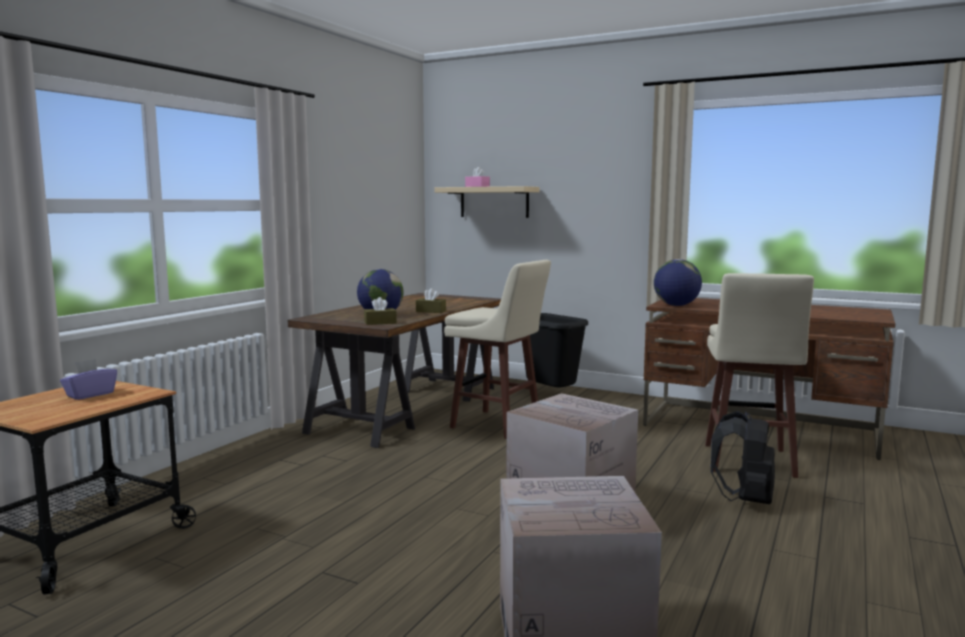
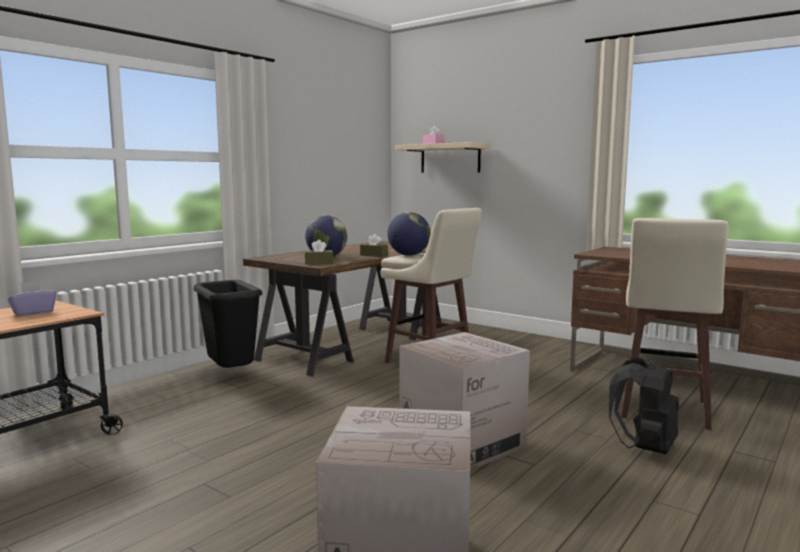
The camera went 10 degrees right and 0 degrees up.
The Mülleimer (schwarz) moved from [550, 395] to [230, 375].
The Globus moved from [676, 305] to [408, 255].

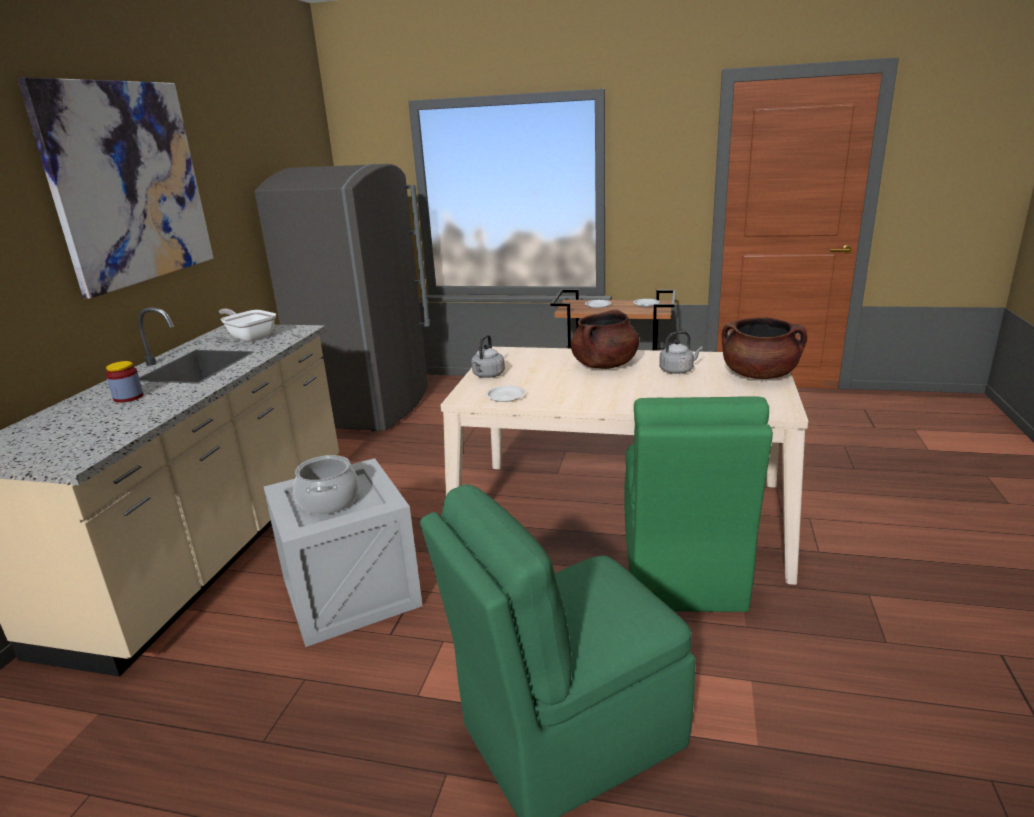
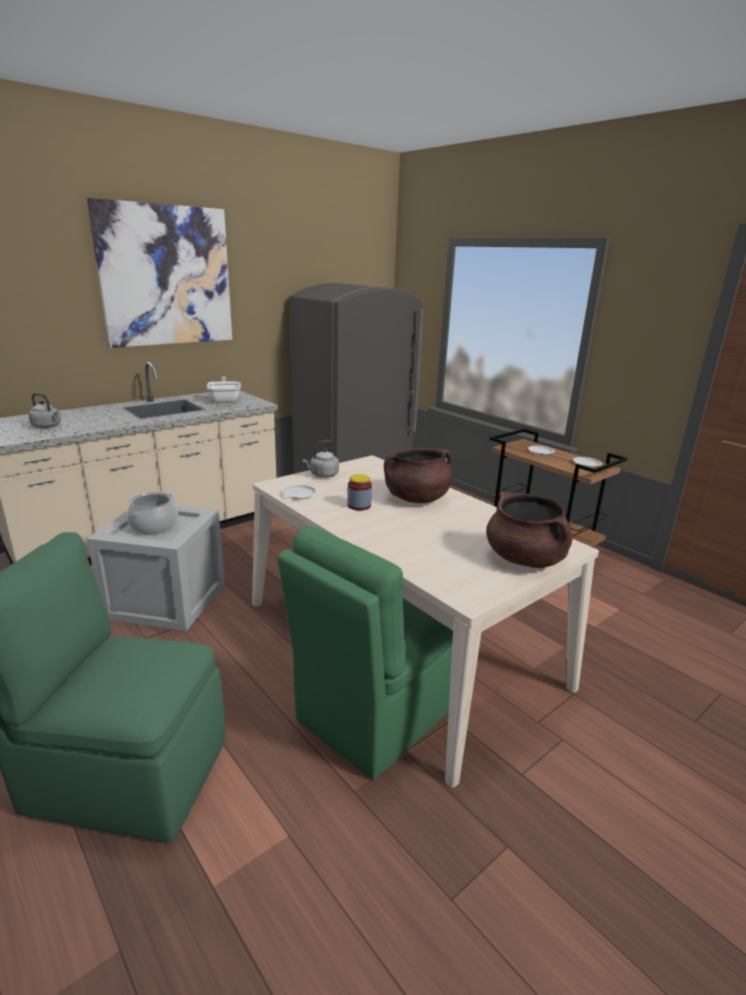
The camera went 35 degrees right and 0 degrees up.
The Vorratsglas moved from [128, 397] to [359, 505].
The Wasserkessel (grau) moved from [678, 370] to [47, 426].

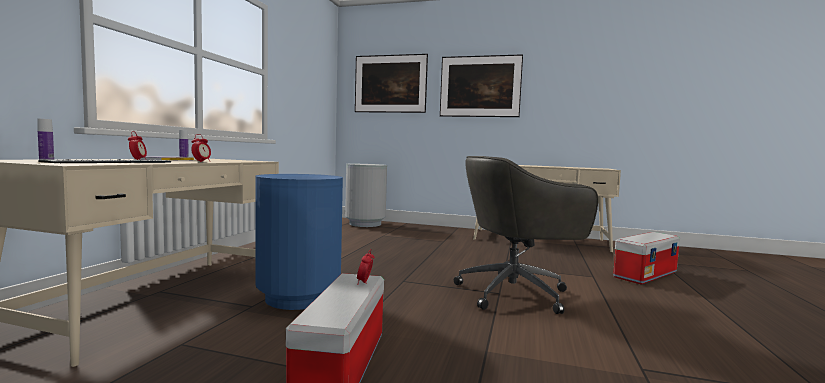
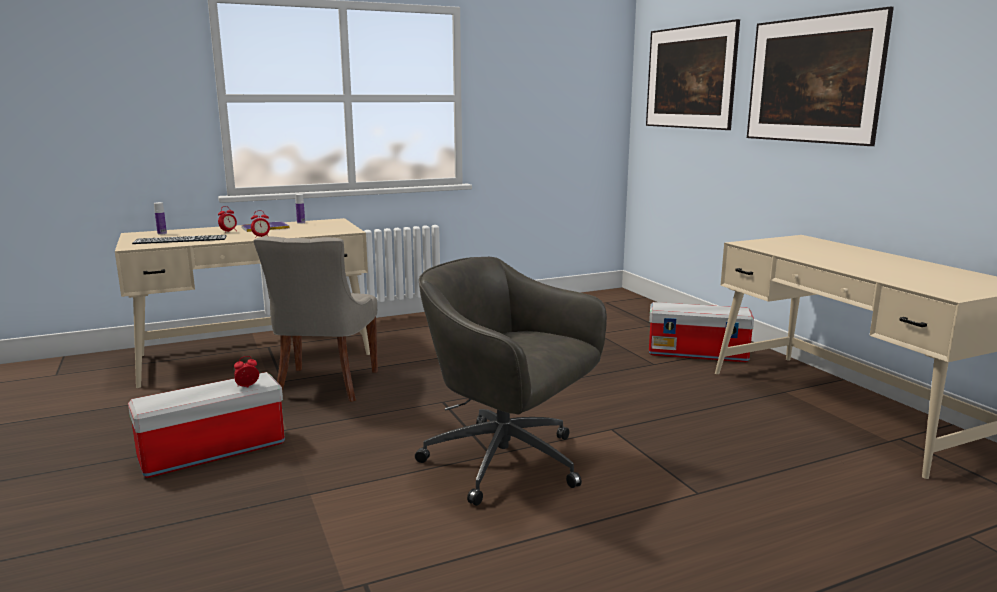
The camera went 50 degrees right and 10 degrees up.
The Mülleimer (blau) at [299, 297] was replaced by the Stuhl (grau) at [325, 385].
The Mülleimer (grau) at [365, 224] disappeared.
The Aufbewahrungsbox moved from [645, 274] to [698, 353].

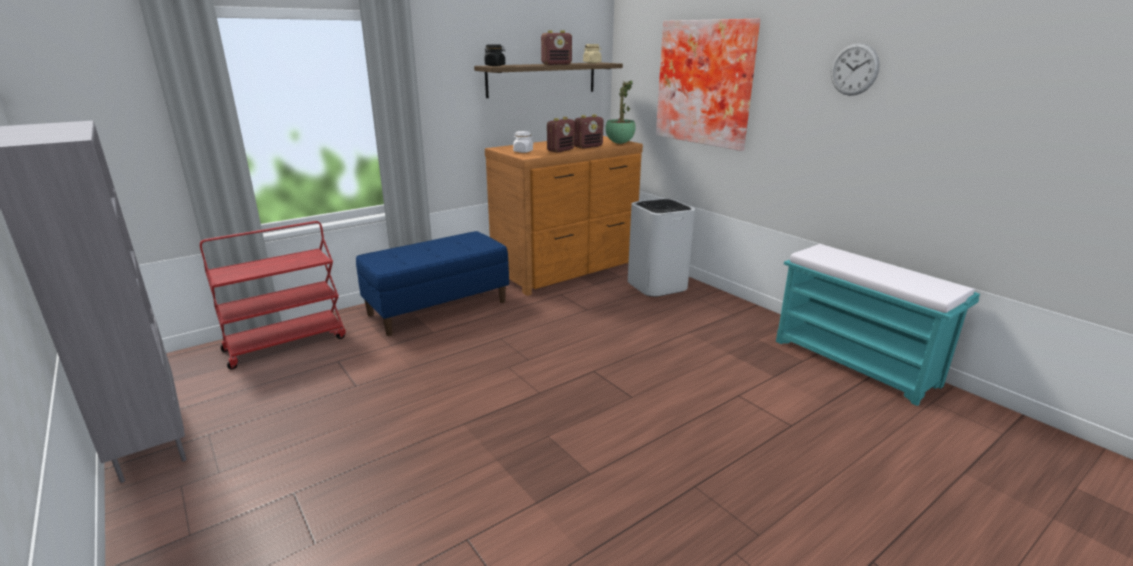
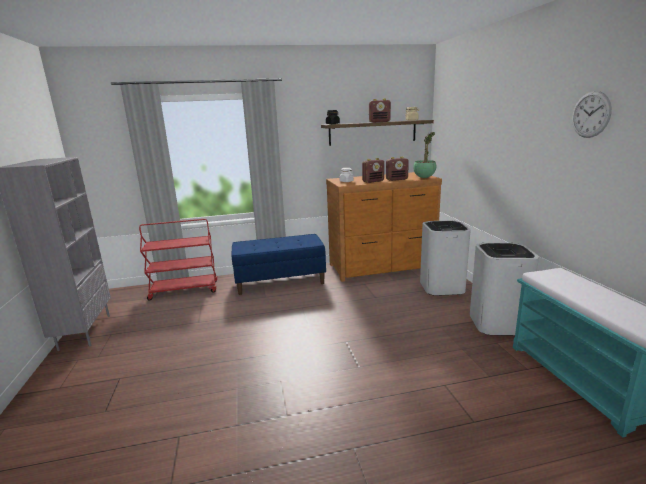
The camera went 25 degrees right and 5 degrees down.
The Bild at [706, 83] disappeared.
The Mülleimer (weiß) at [497, 323] appeared.

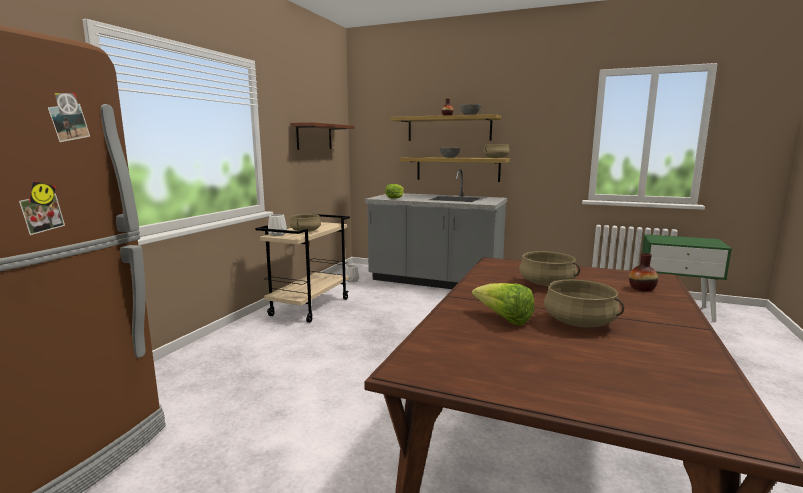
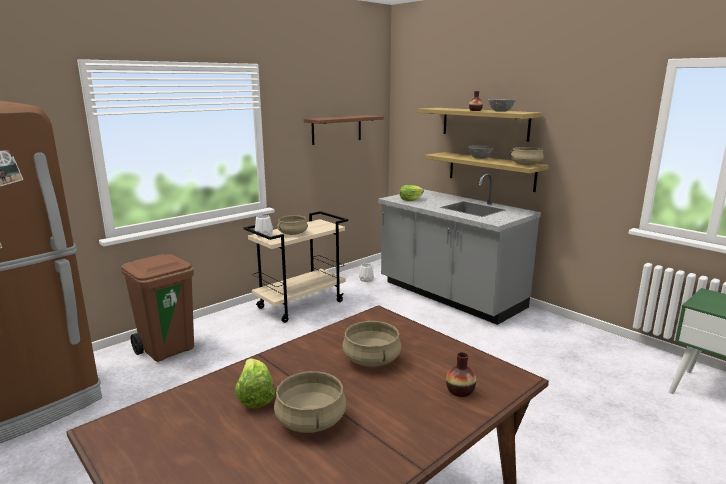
The camera went 25 degrees right and 5 degrees up.
The Mülleimer (braun) at [168, 349] appeared.

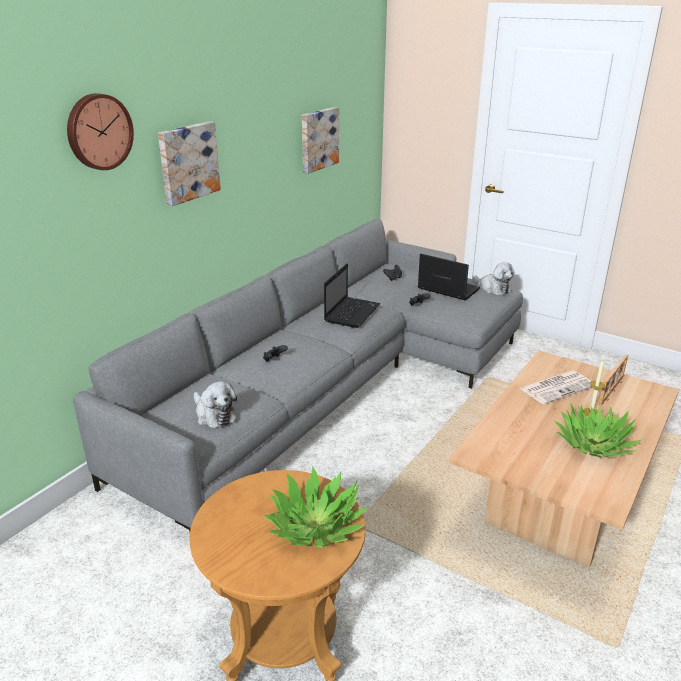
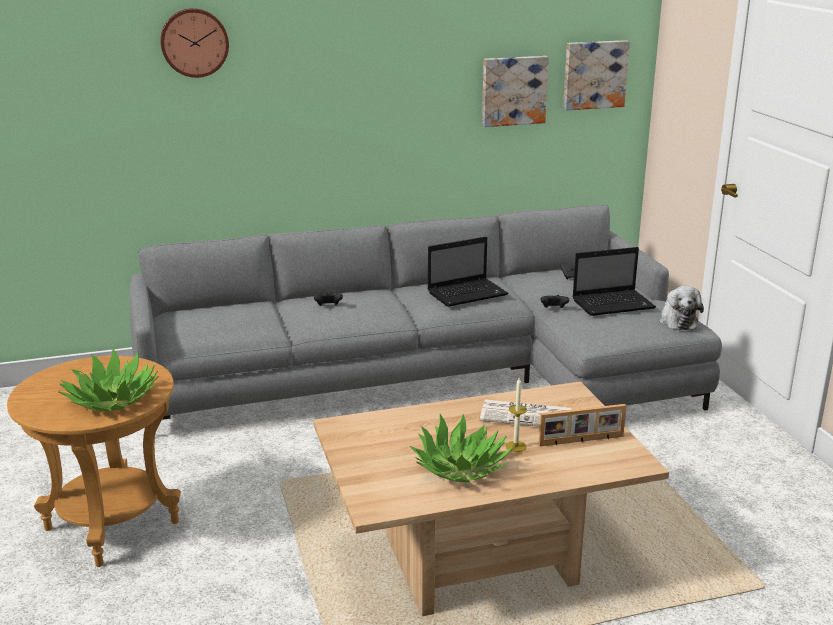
The camera went 40 degrees right and 5 degrees down.
The Bild moved from [187, 162] to [594, 74].
The Plüschtier at [214, 415] disappeared.
The Laptop at [446, 289] turned 90 degrees clockwise.

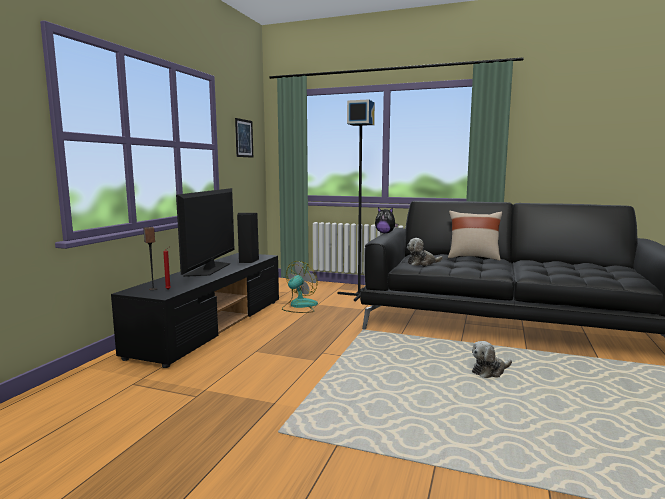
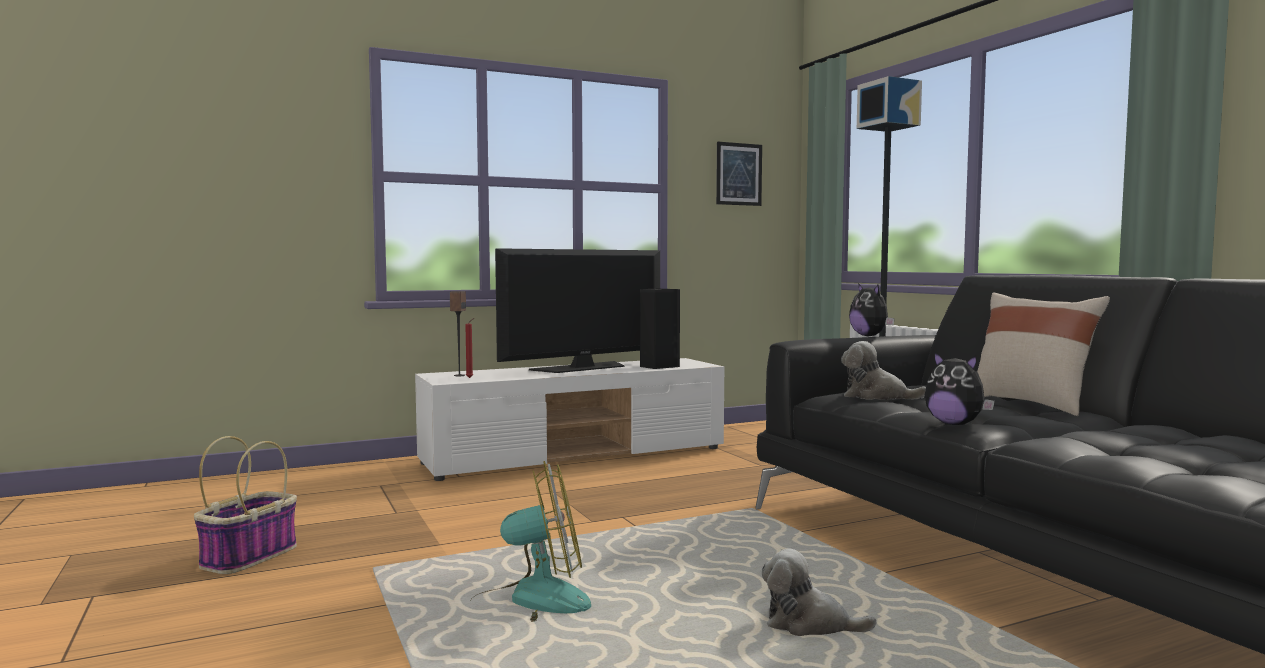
The camera went 45 degrees right and 5 degrees down.
The Fernsehschrank (schwarz) at [212, 326] became the Fernsehschrank (weiß) at [577, 455].
The Ventilator moved from [299, 306] to [530, 603].
The Korb at [249, 556] appeared.
The Plüschtier at [955, 424] appeared.

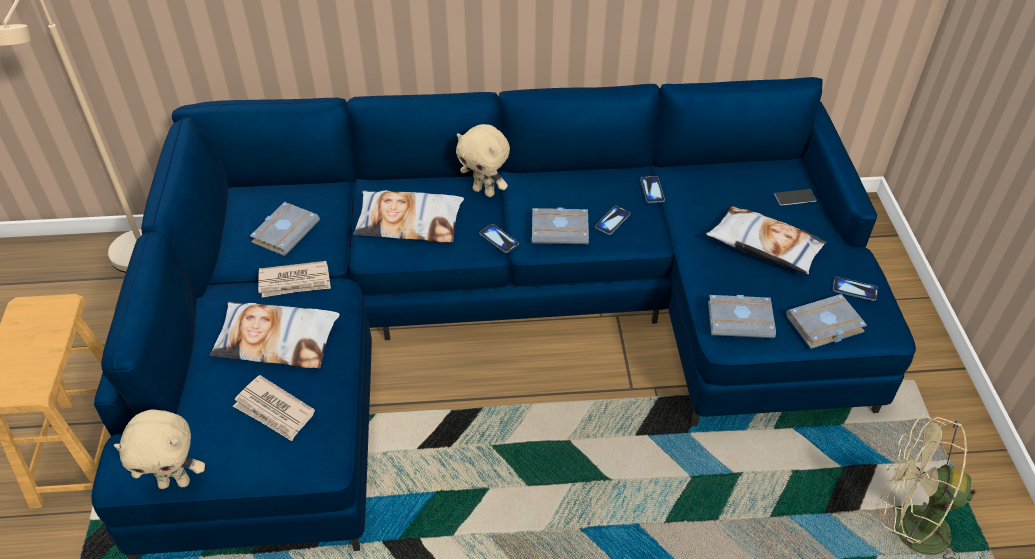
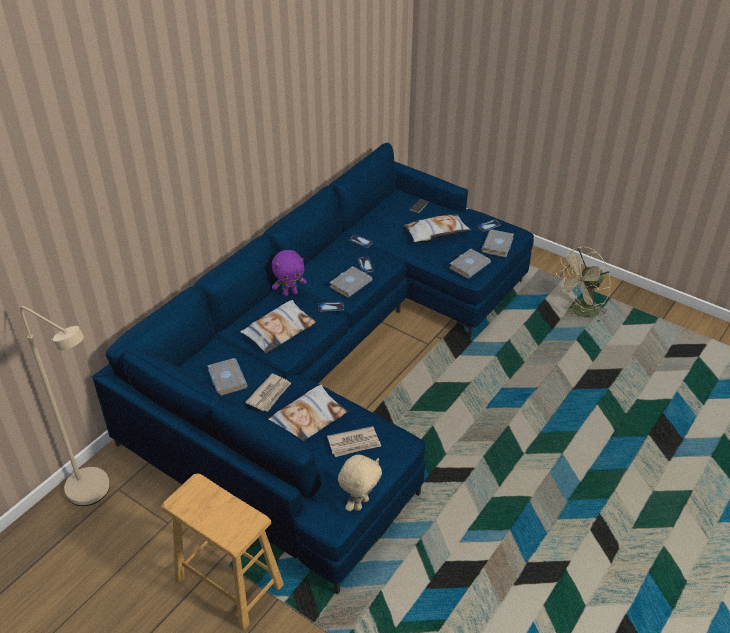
The camera went 50 degrees left and 5 degrees down.
The Plüschtier (beige) at [484, 191] became the Plüschtier (lila) at [290, 293].

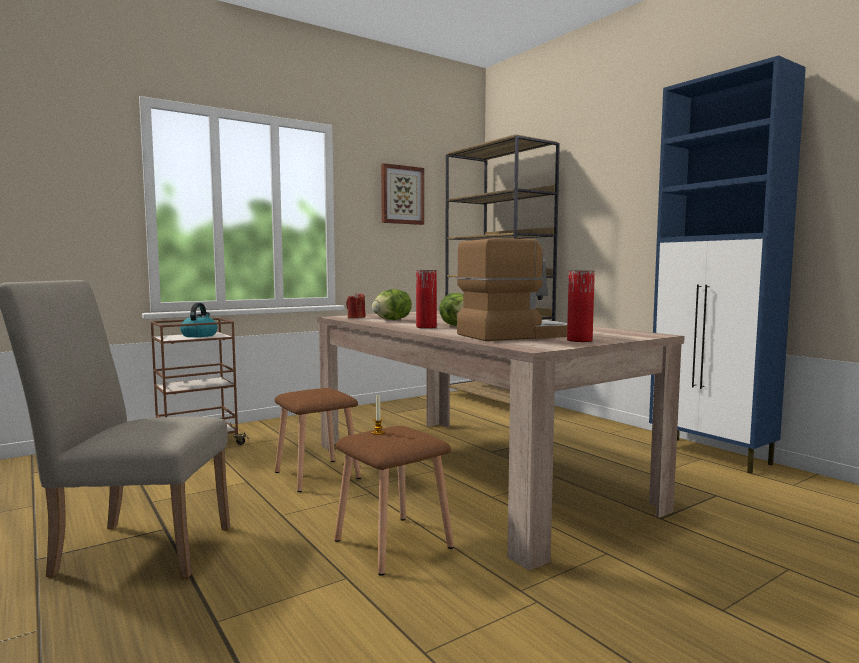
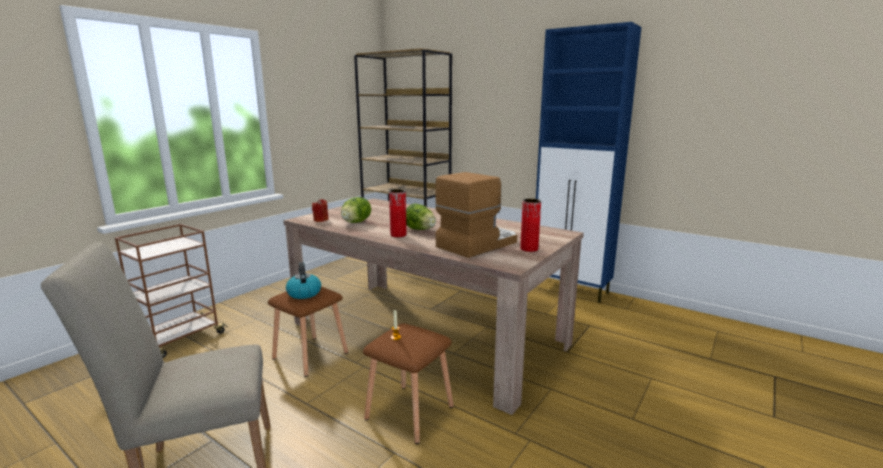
The camera went 20 degrees left and 10 degrees up.
The Wasserkessel moved from [199, 335] to [304, 293].
The Bild at [402, 195] disappeared.

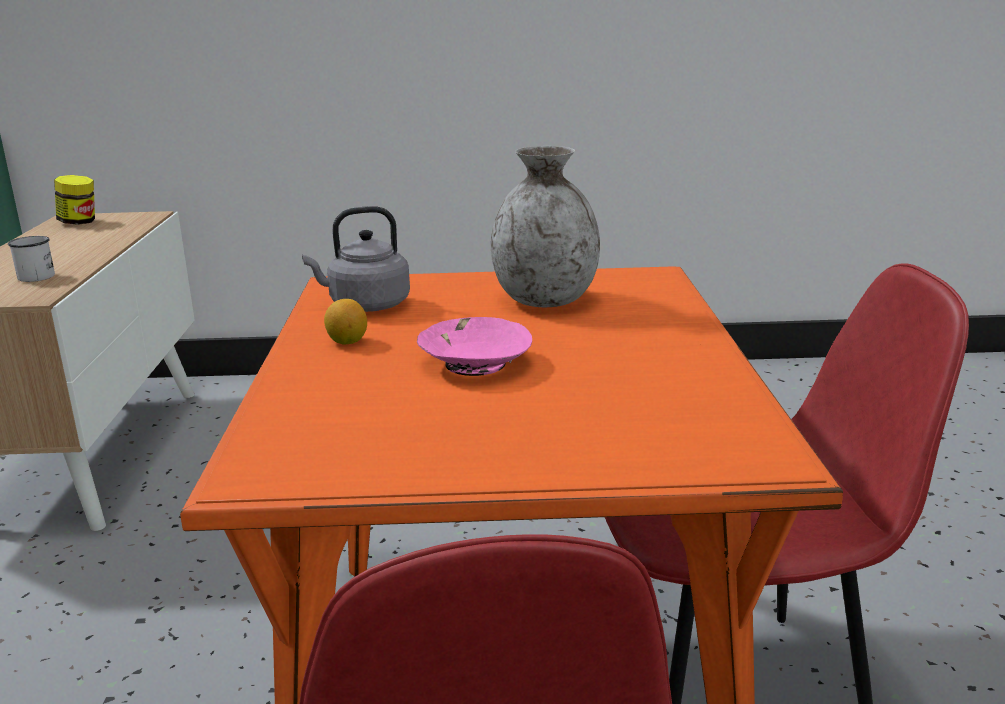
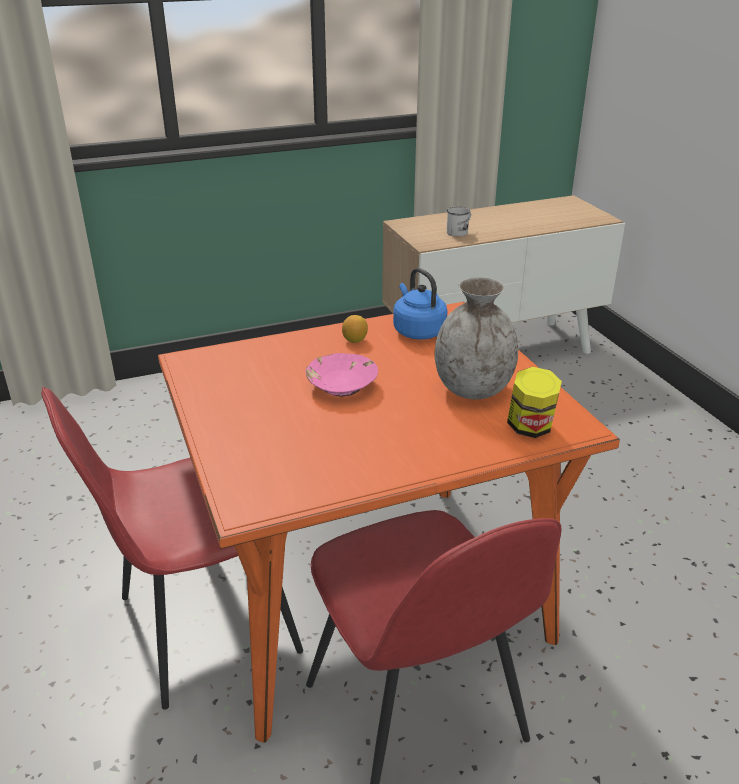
The camera went 70 degrees right and 10 degrees up.
The Vorratsglas moved from [79, 222] to [530, 428].
The Wasserkessel (grau) at [365, 306] became the Wasserkessel (blau) at [417, 331].

